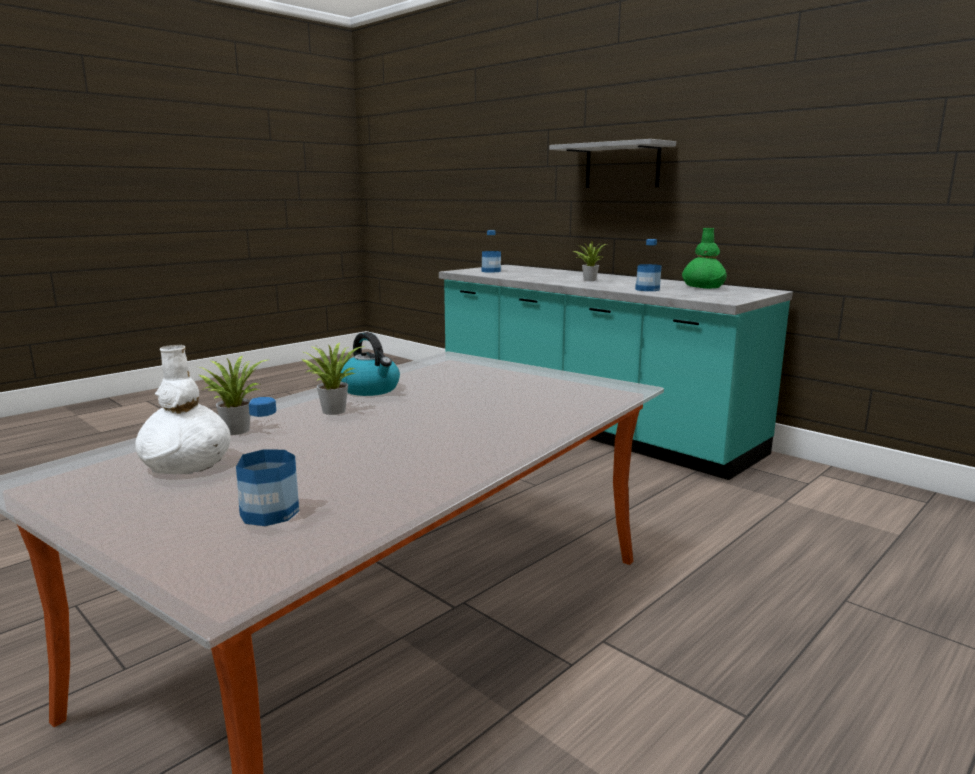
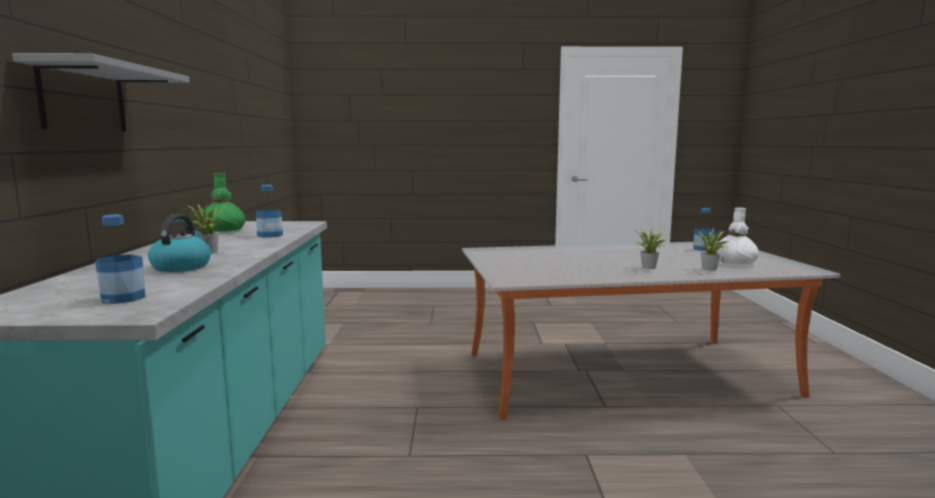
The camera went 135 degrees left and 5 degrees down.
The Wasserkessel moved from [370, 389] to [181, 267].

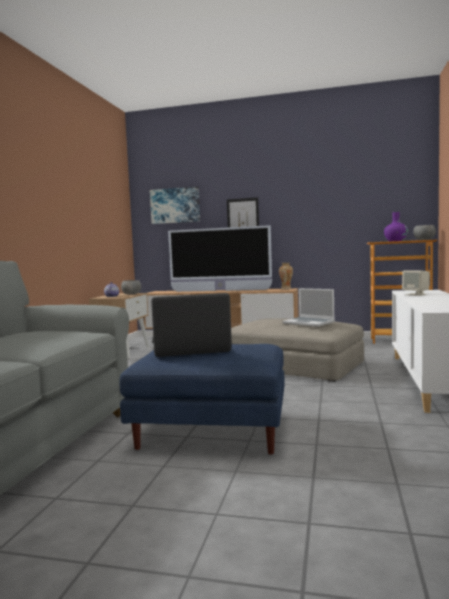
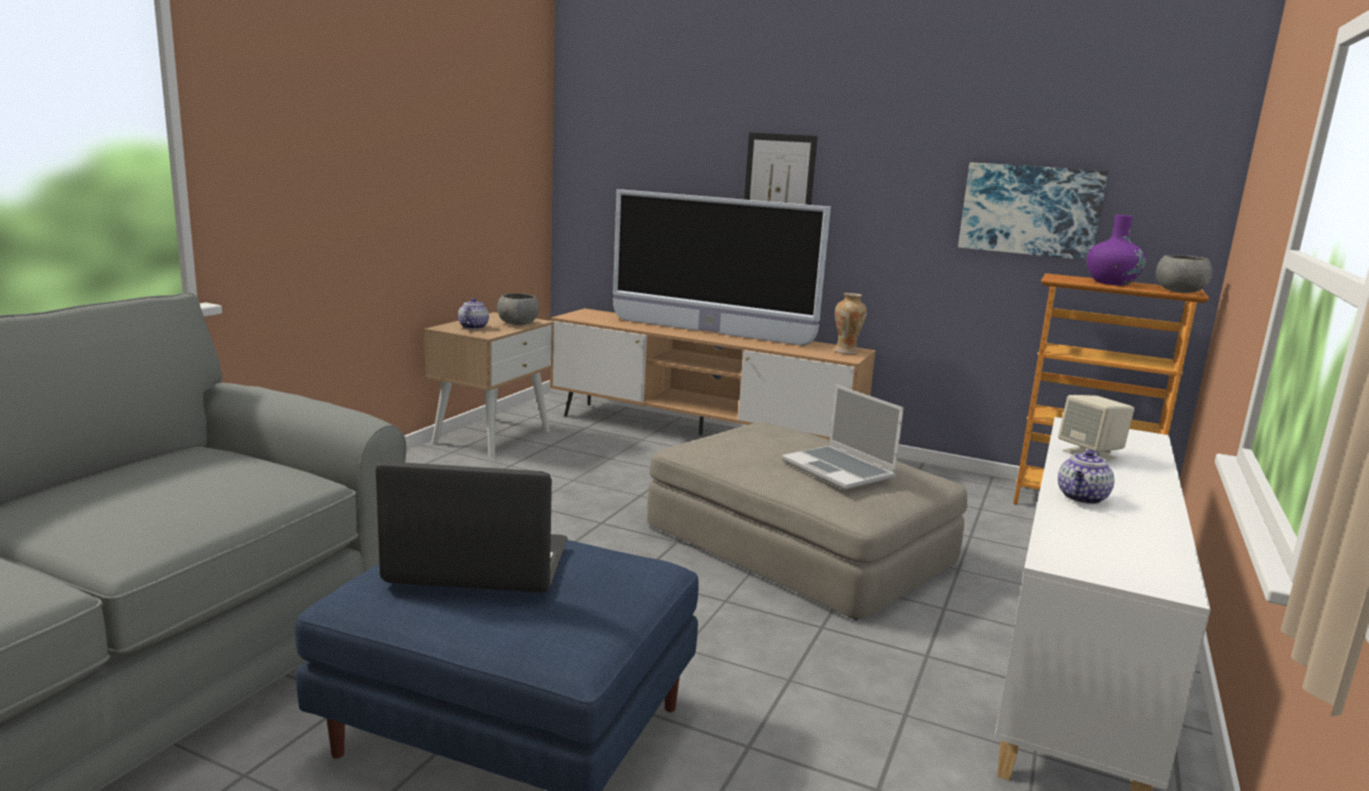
The camera went 10 degrees right and 10 degrees up.
The Bild moved from [175, 205] to [1030, 210].
The Teekanne at [1082, 498] appeared.

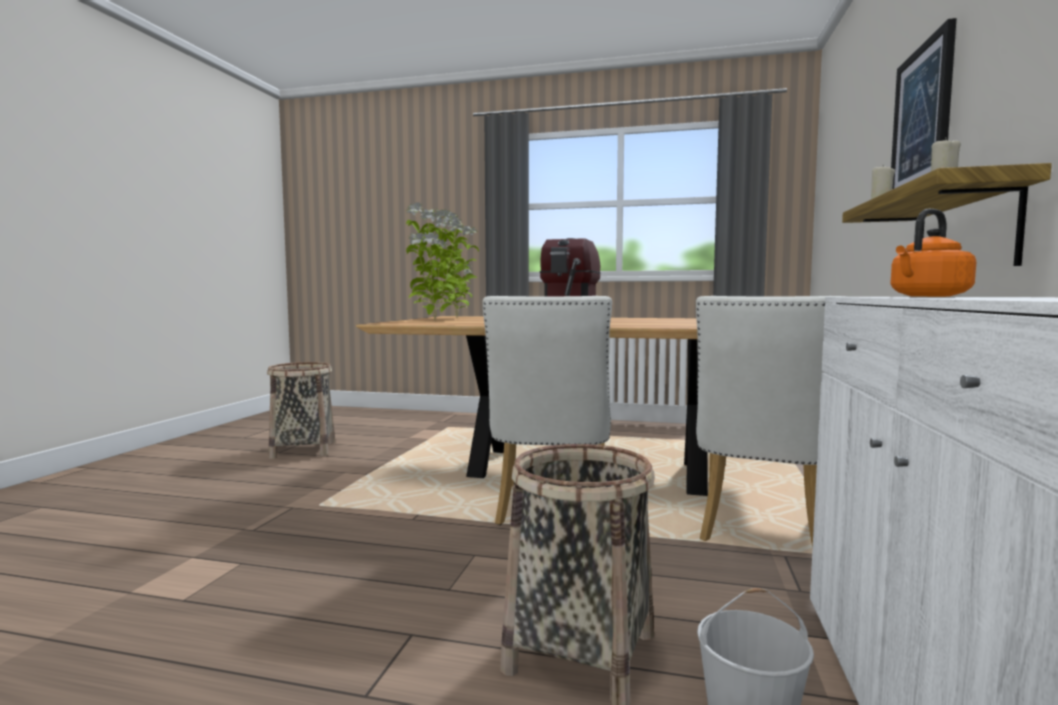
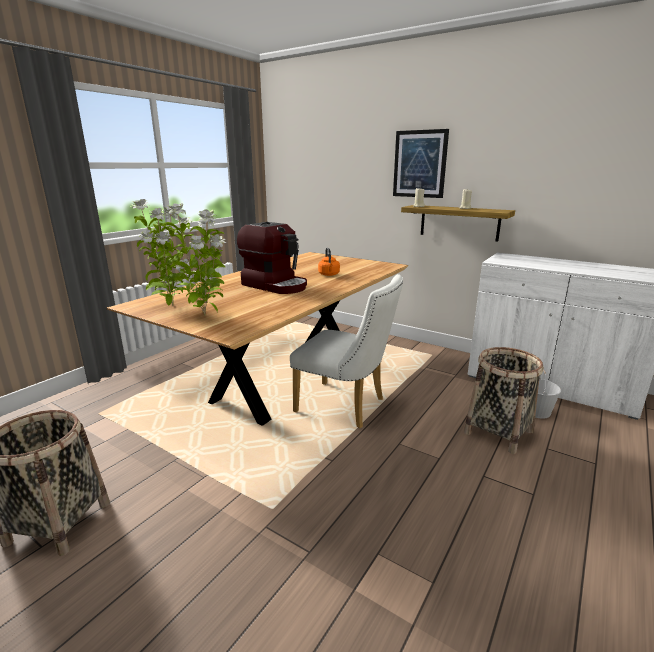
The camera went 70 degrees left and 15 degrees up.
The Stuhl (weiß) at [761, 531] disappeared.
The Wasserkessel (orange) moved from [927, 296] to [329, 275].

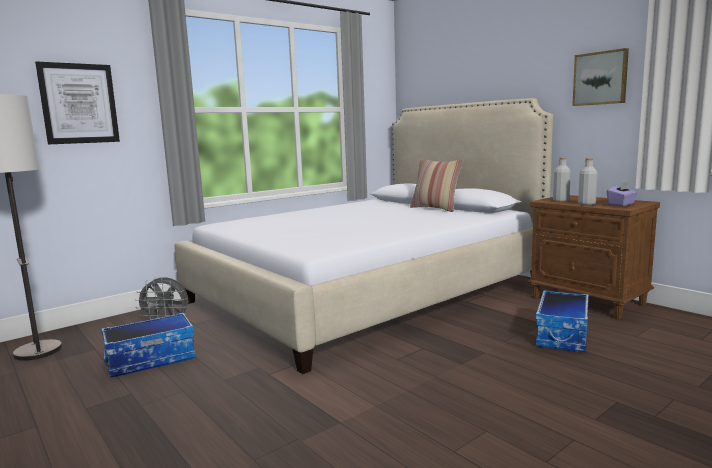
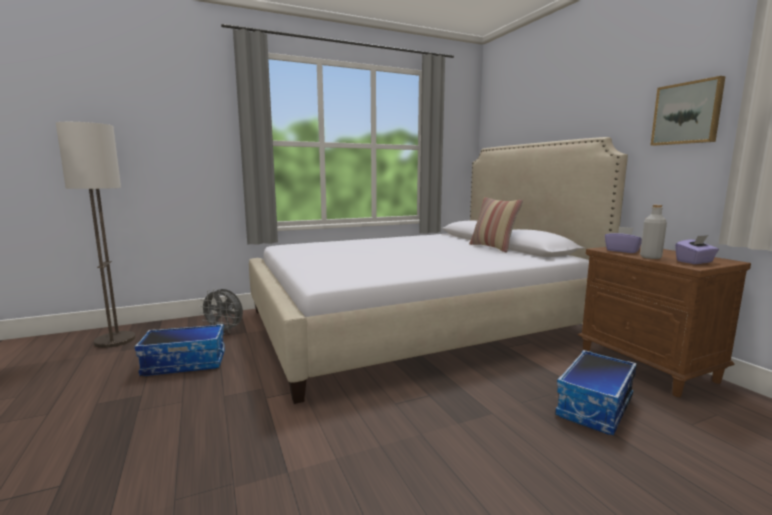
The camera went 15 degrees right and 0 degrees up.
The Bild at [79, 103] disappeared.
The Flasche (grau) at [560, 201] was replaced by the Taschentuchbox (lila) at [622, 251].

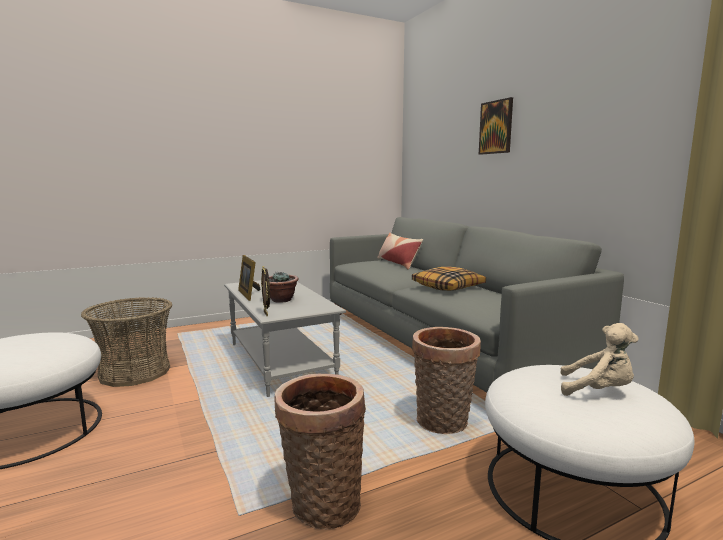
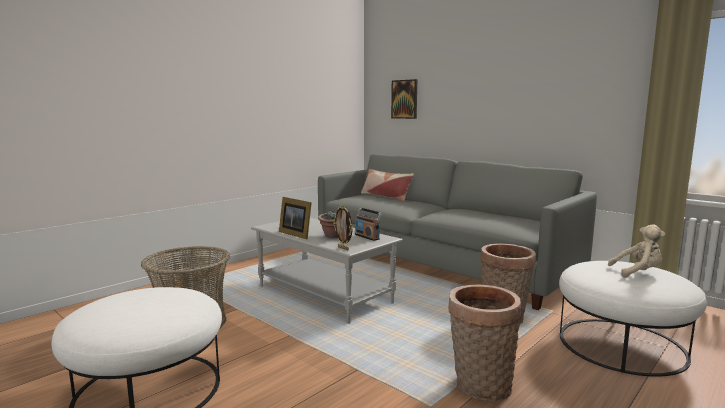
The camera went 20 degrees left and 0 degrees up.
The Kissen at [448, 287] disappeared.
The Bild moved from [496, 127] to [404, 99].
The Radio at [367, 237] appeared.

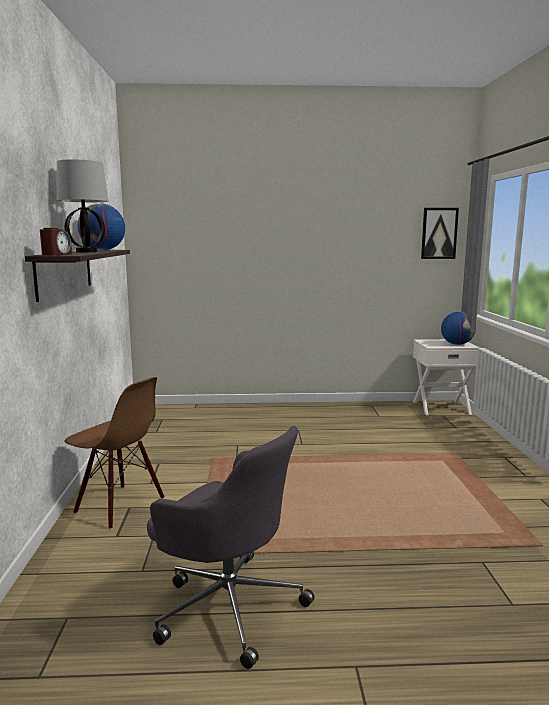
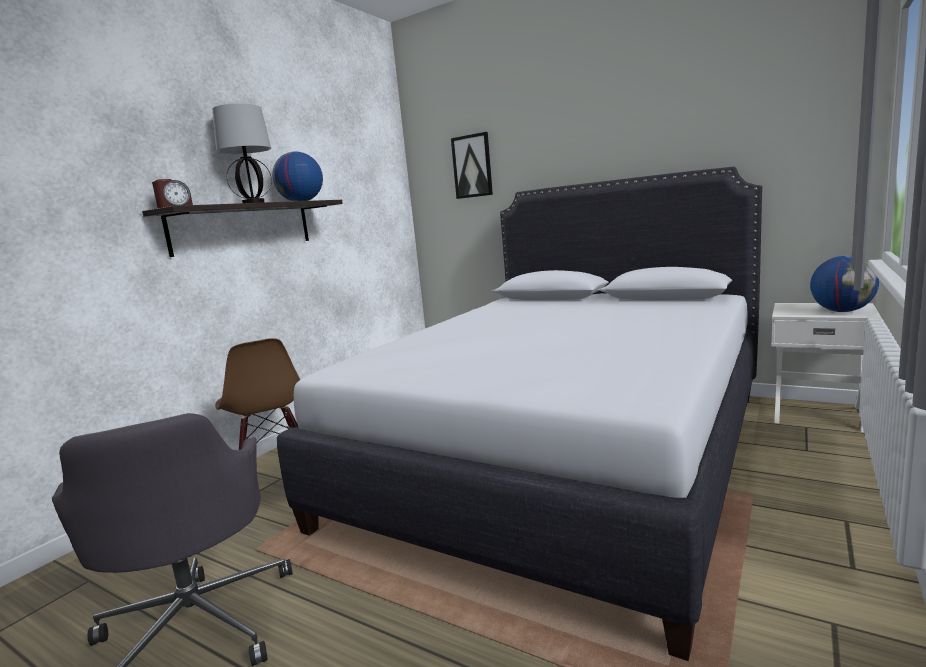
The camera went 35 degrees right and 0 degrees up.
The Bild moved from [439, 233] to [472, 166].
The Bett (weiß) at [564, 454] appeared.

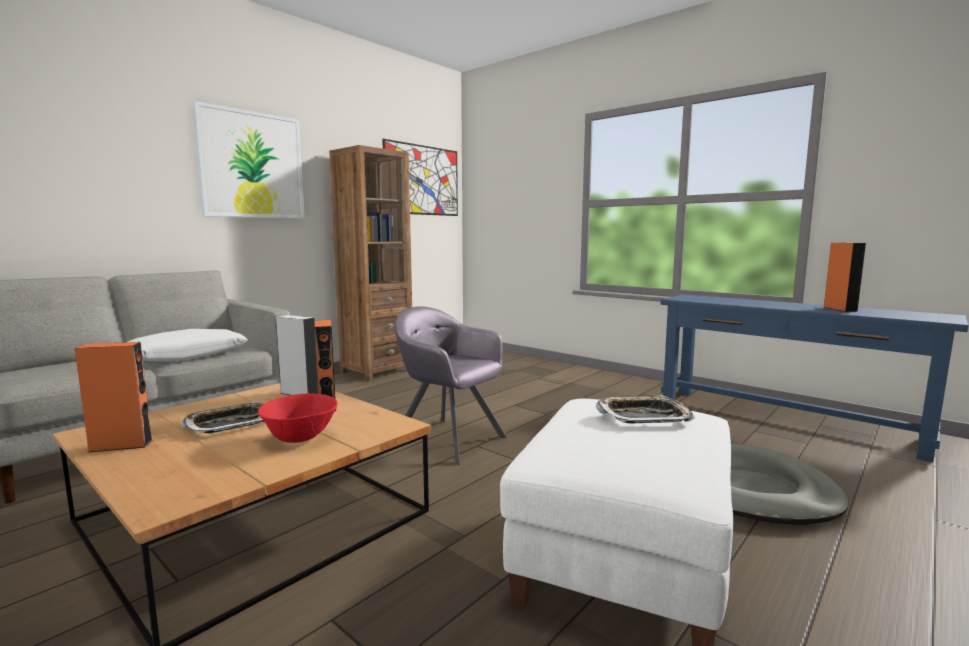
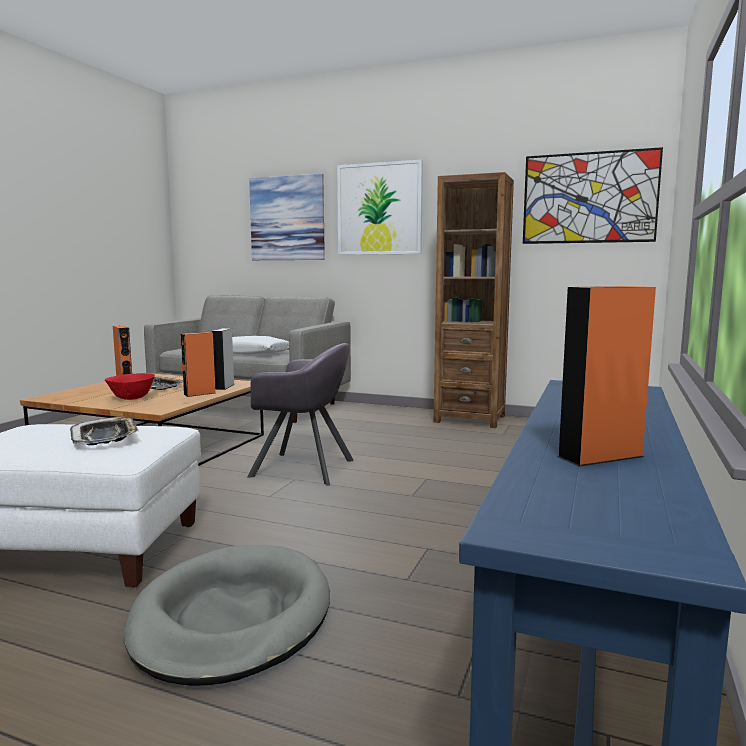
The camera went 70 degrees right and 0 degrees up.
The Sessel (grau) at [449, 439] turned 90 degrees clockwise.
The Bild at [287, 218] appeared.

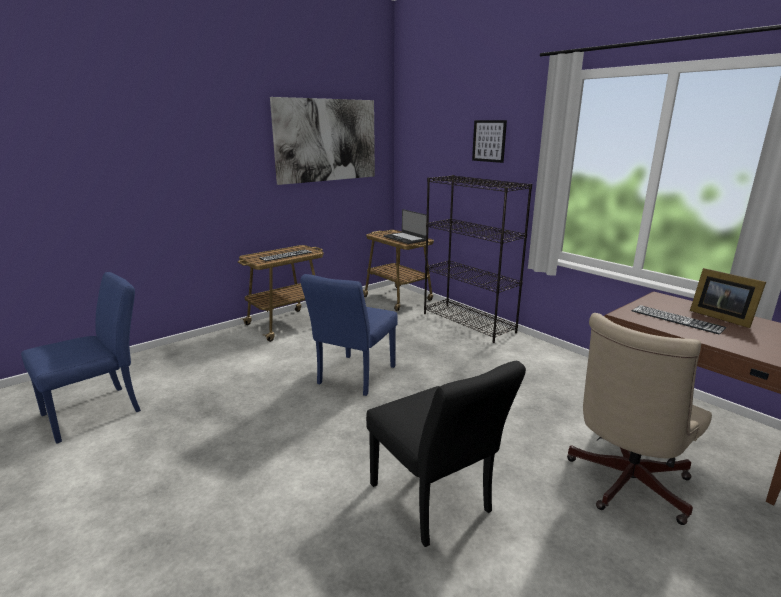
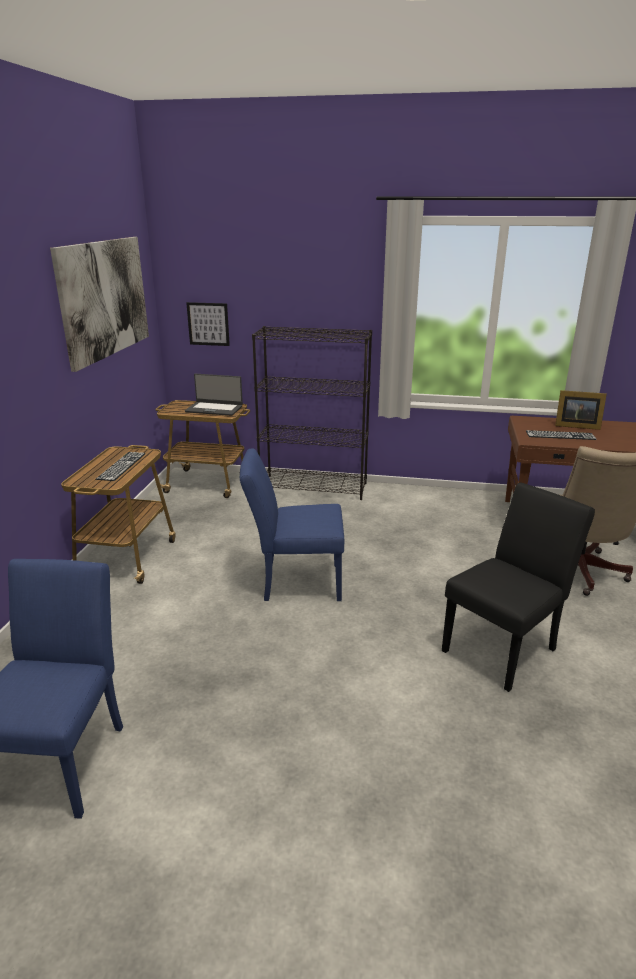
The camera went 40 degrees left and 5 degrees up.
The Stuhl (blau) at [353, 377] turned 105 degrees clockwise.
The Stuhl (schwarz) at [435, 503] turned 60 degrees counterclockwise.
The Bild moved from [489, 141] to [208, 324].

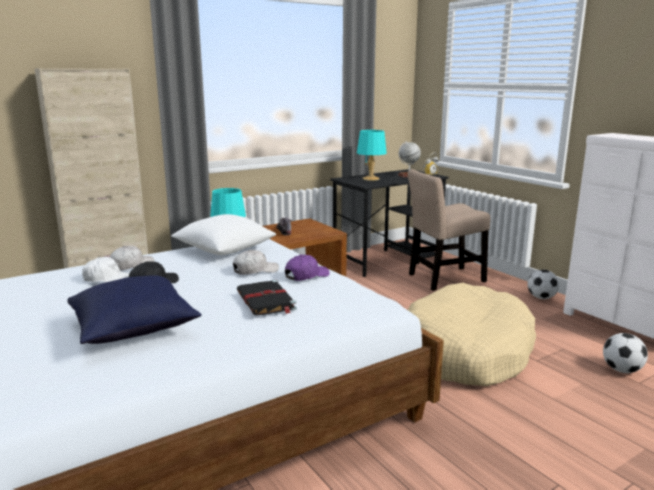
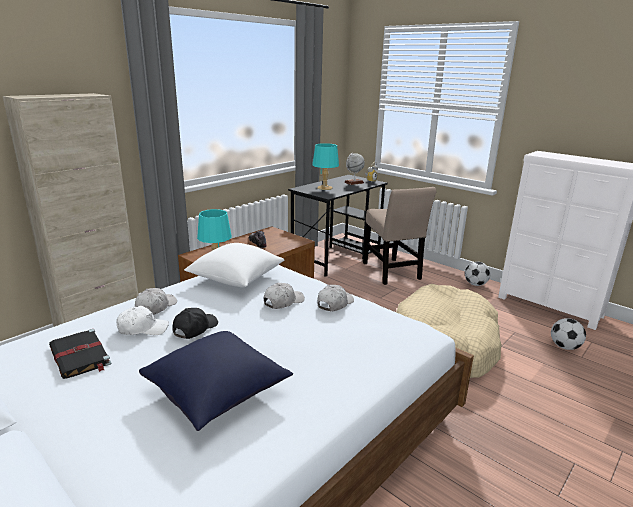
The camera went 15 degrees left and 5 degrees up.
The Buch (schwarz) moved from [266, 301] to [80, 356].
The Kappe (lila) at [306, 276] became the Kappe (weiß) at [334, 303].
The Stuhl (beige) at [443, 279] turned 75 degrees counterclockwise.

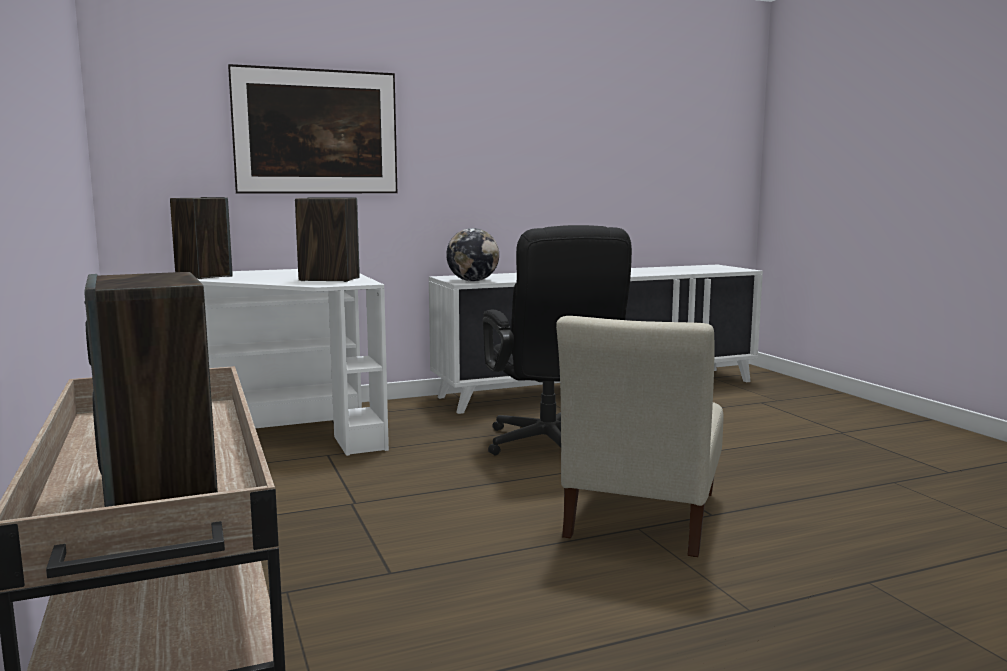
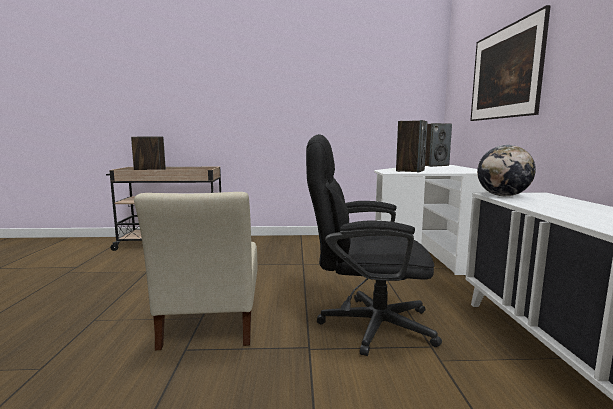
The camera went 110 degrees right and 0 degrees up.
The Stuhl (beige) at [641, 519] turned 135 degrees counterclockwise.

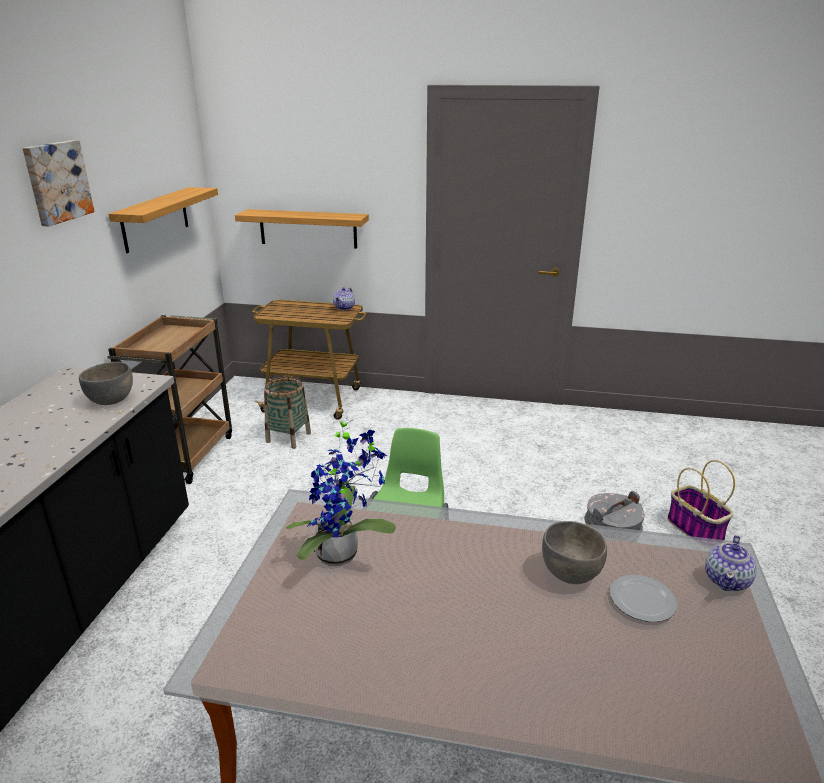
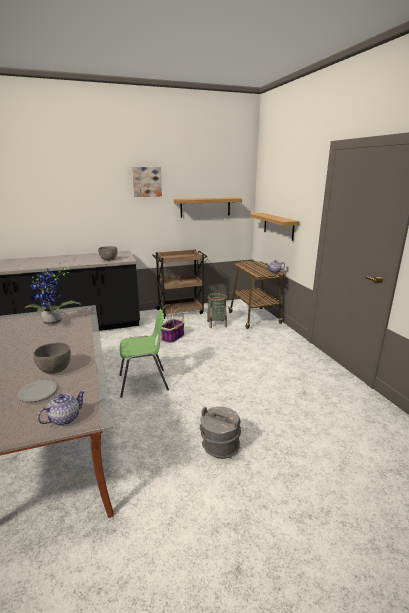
The camera went 60 degrees right and 5 degrees down.
The Korb moved from [696, 530] to [172, 337].
The Teekanne at [727, 580] turned 135 degrees clockwise.

